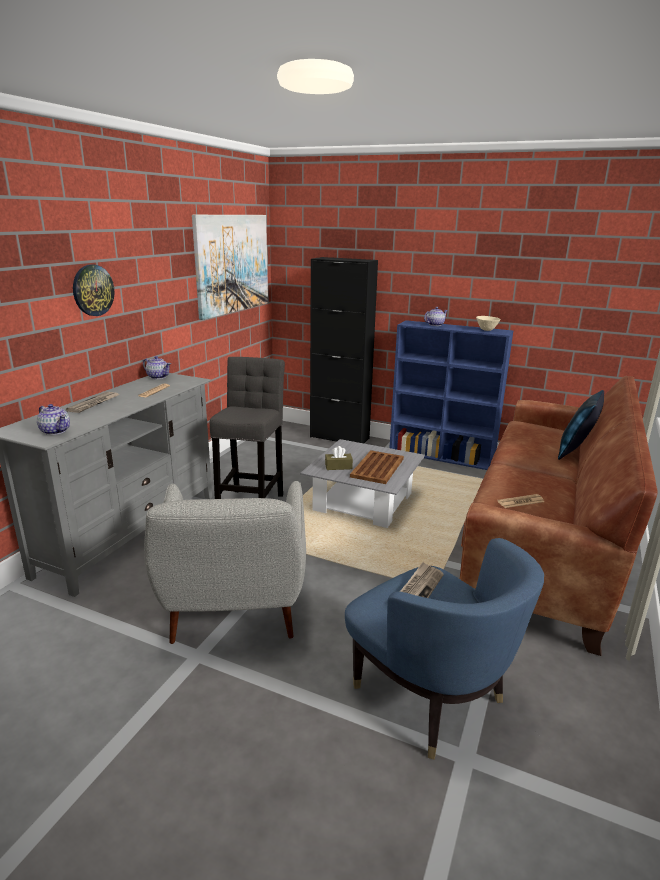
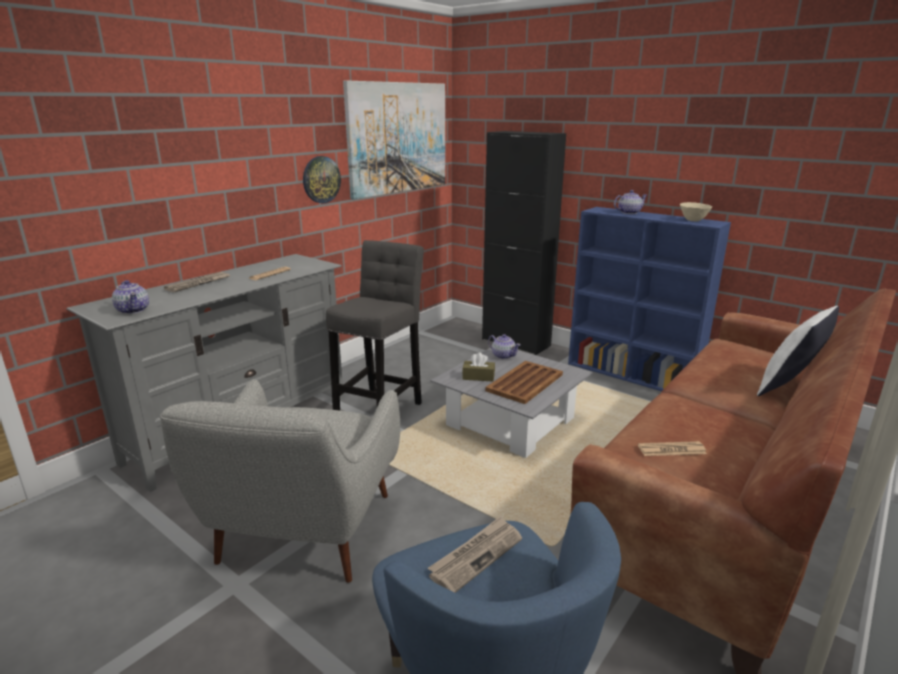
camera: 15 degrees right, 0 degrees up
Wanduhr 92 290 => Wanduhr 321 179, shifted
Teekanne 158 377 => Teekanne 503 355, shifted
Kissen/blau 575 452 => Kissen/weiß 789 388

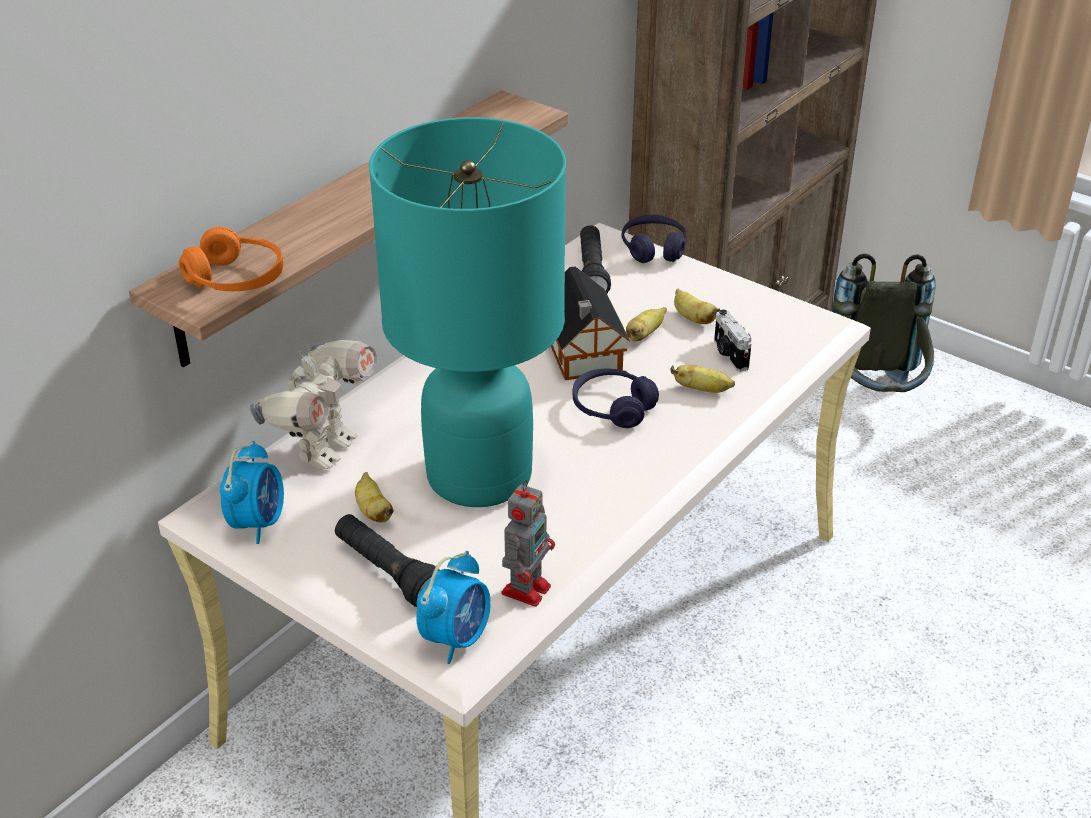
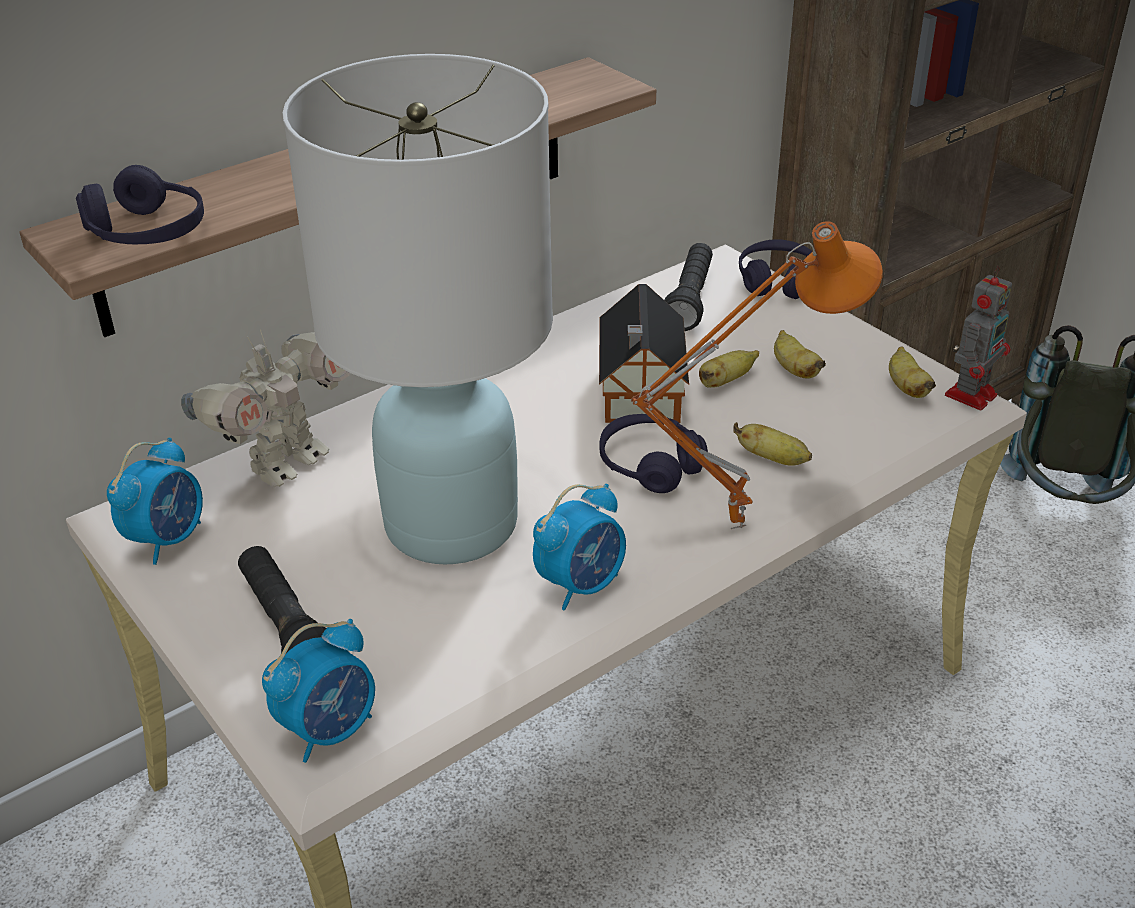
camera: 15 degrees right, 0 degrees up
Kamera 729 355 => nothing
nothing => Wecker 581 584
nothing => Tischlampe/orange 735 523
Banane 373 511 => Banane 906 387, shifted
Spielzeugroboter 527 588 => Spielzeugroboter 972 394, shifted
Kopfhörer/orange 236 279 => Kopfhörer/lila 147 232
Tischlampe/türkis 479 474 => Tischlampe/weiß 452 522

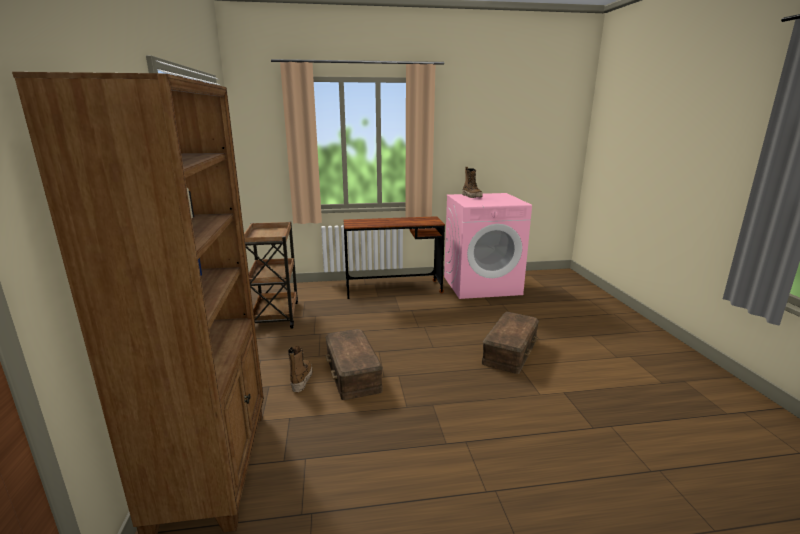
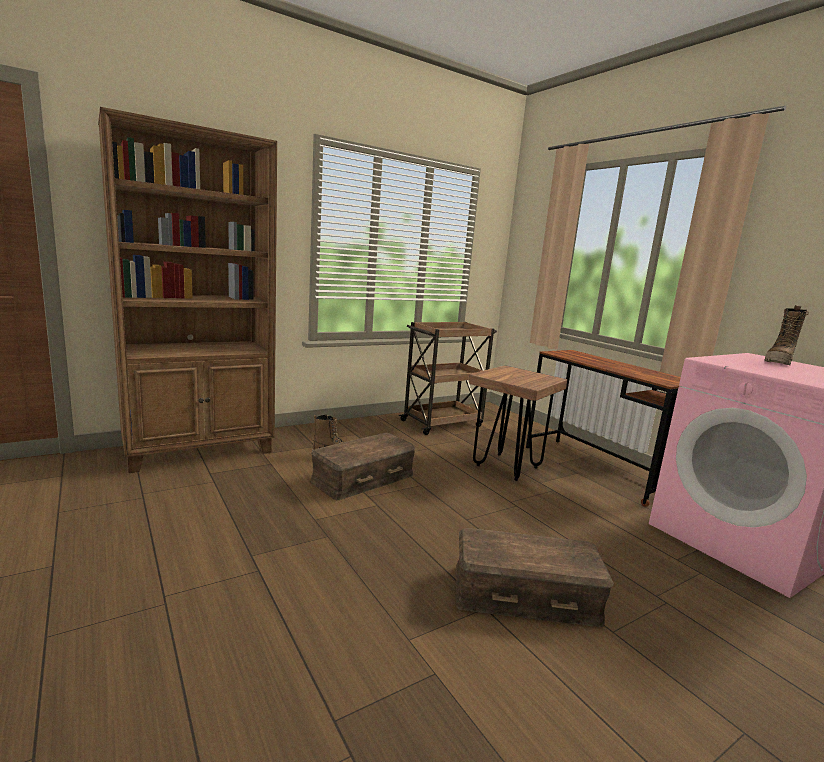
camera: 65 degrees right, 5 degrees down
nothing => Hocker/braun 506 466

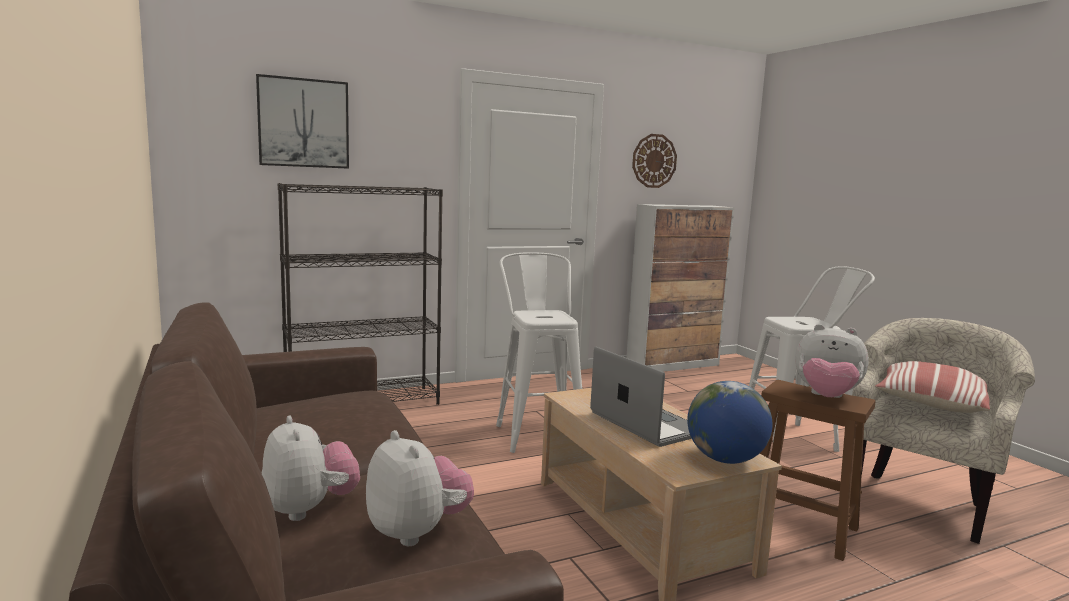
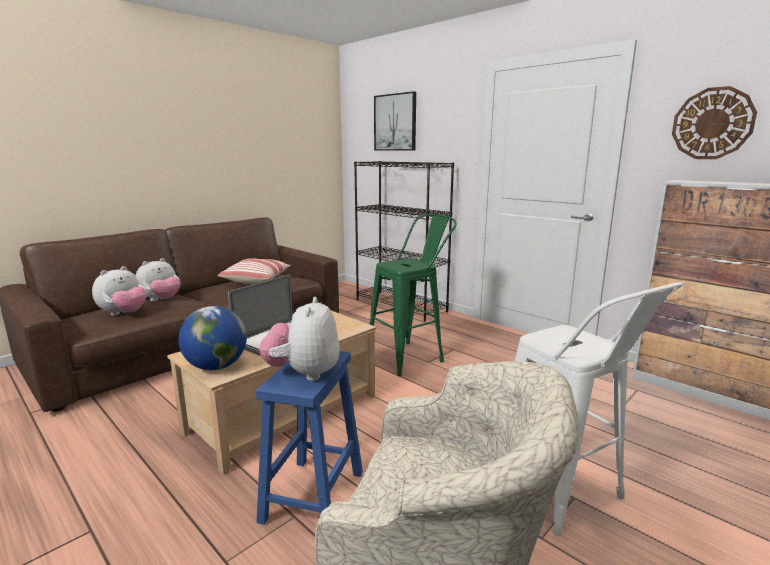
camera: 70 degrees right, 5 degrees up
Kissen 929 403 => Kissen 256 280, shifted
Hocker/weiß 537 432 => Hocker/grün 411 356
Hocker/braun 803 528 => Hocker/blau 313 497

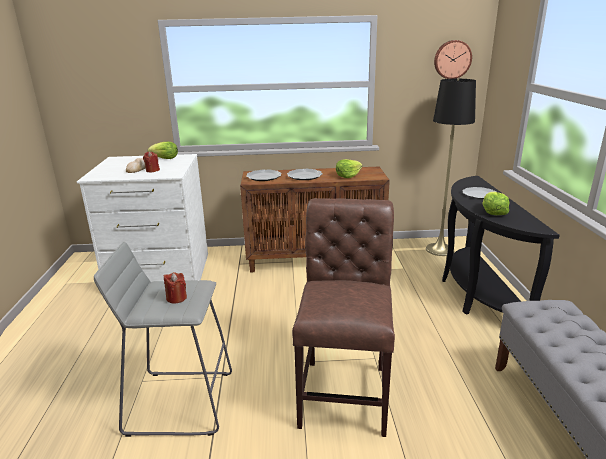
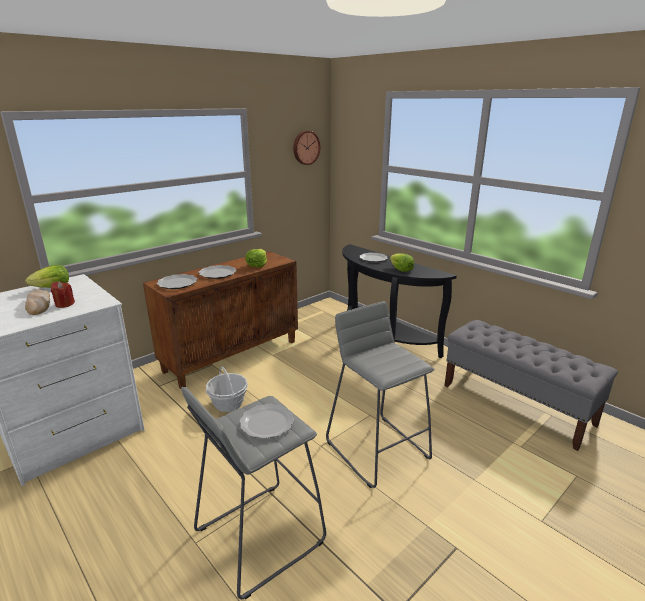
camera: 40 degrees left, 0 degrees up
Stehlampe/schwarz 440 249 => nothing
nothing => Korb 228 404
Kerze/rot 176 298 => Teller 267 423
Stuhl/braun 345 390 => Hocker/grau 377 449

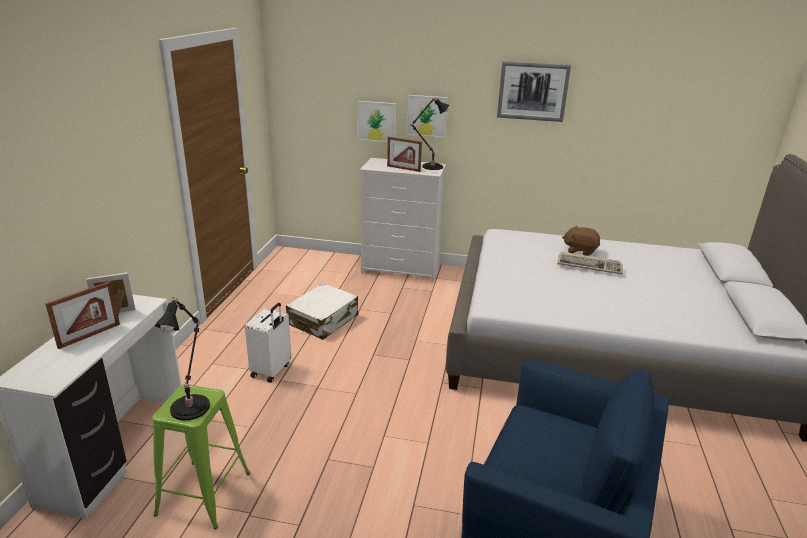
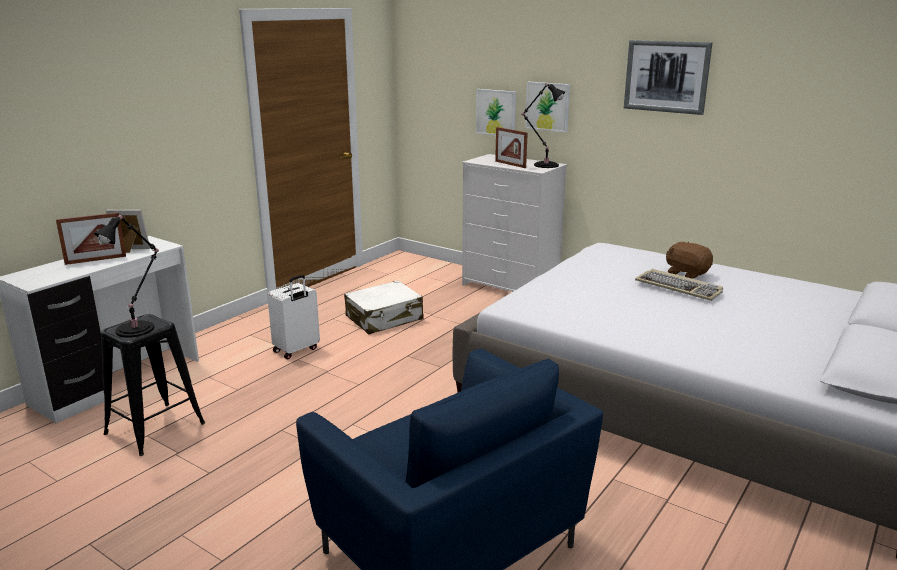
camera: 25 degrees right, 5 degrees down
Hocker/grün 204 493 => Hocker/schwarz 156 428

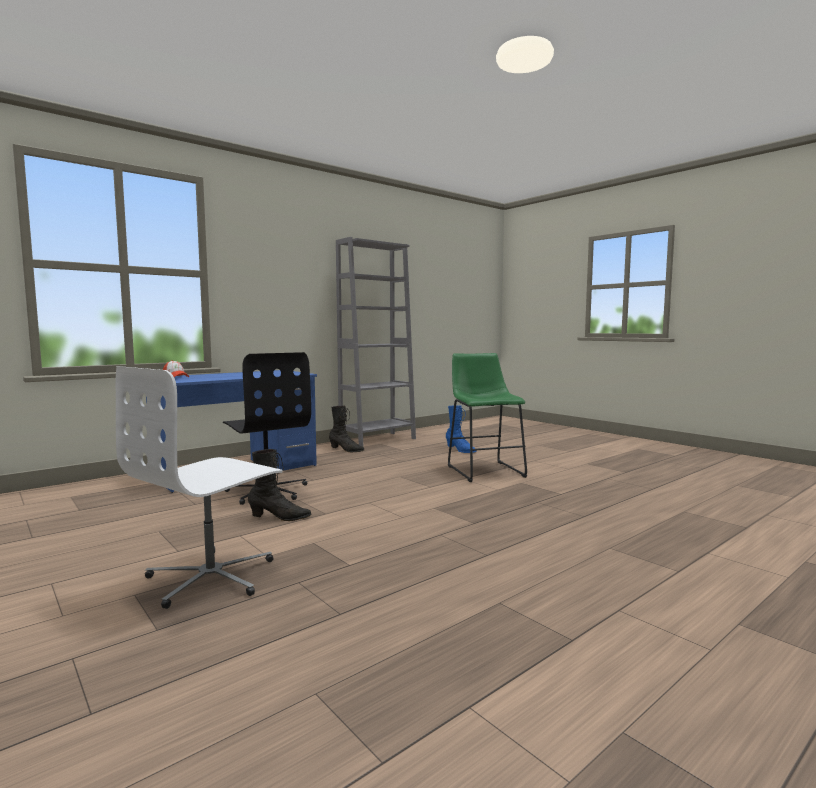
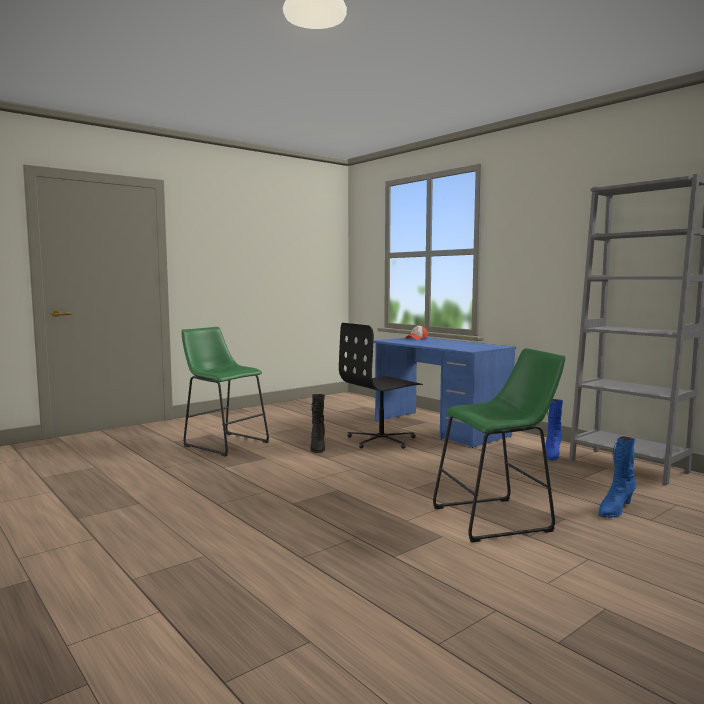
camera: 90 degrees right, 0 degrees up
Bürostuhl/weiß 212 577 => Hocker/grün 223 443
Stiefel/schwarz 346 450 => Stiefel/blau 552 455

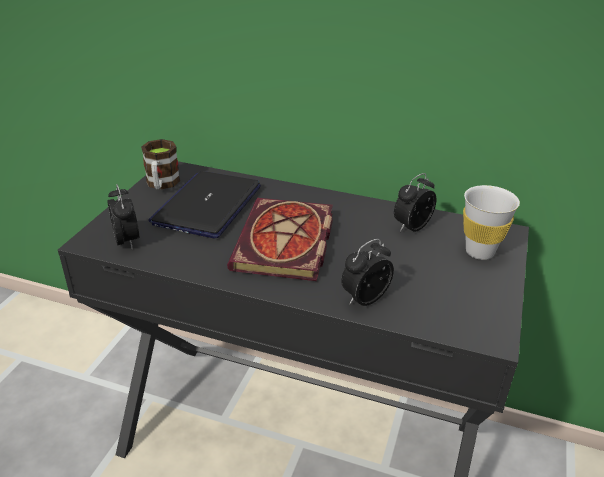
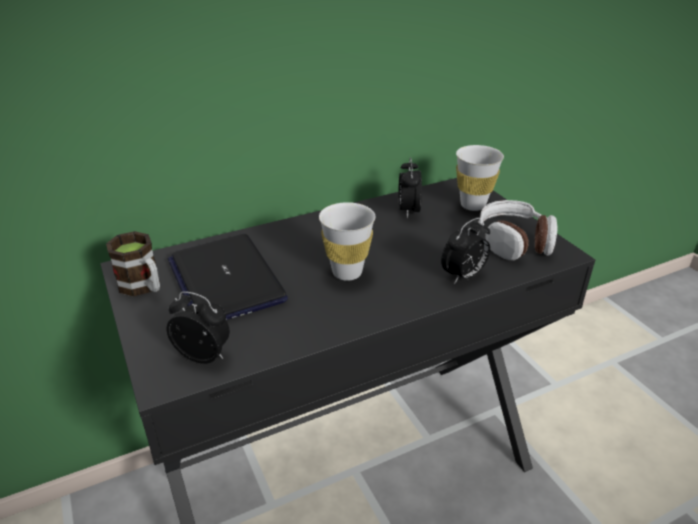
camera: 45 degrees left, 0 degrees up
nothing => Kopfhörer 514 241
Buch 286 244 => Tasse/weiß 347 272
Wecker 364 298 => Wecker 463 276, 135 degrees counterclockwise

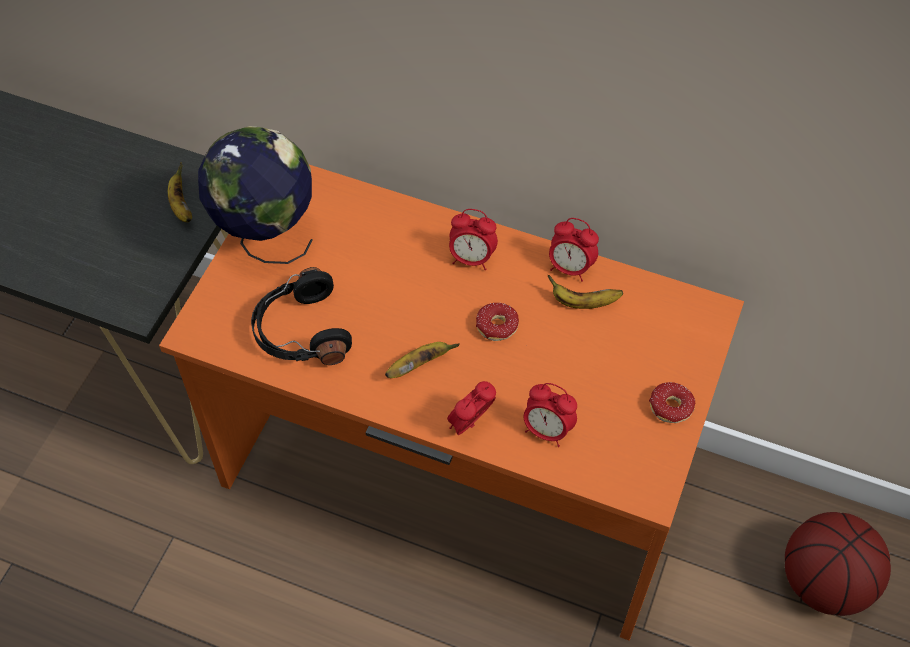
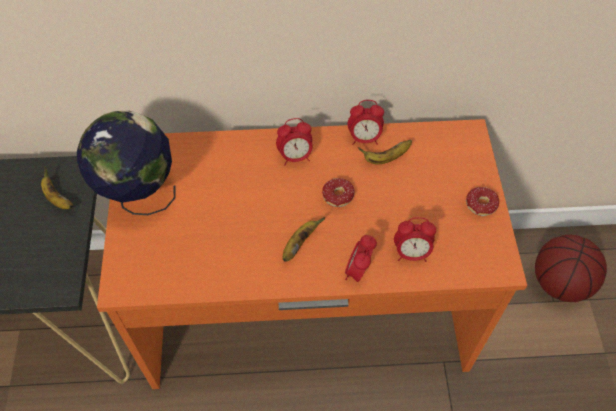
camera: 25 degrees left, 0 degrees up
Kopfhörer/schwarz 300 332 => nothing

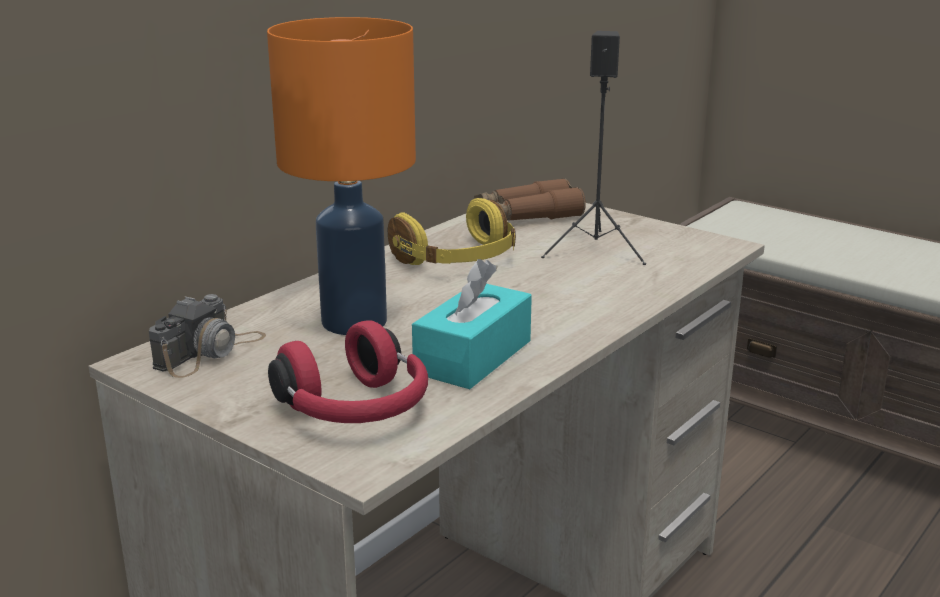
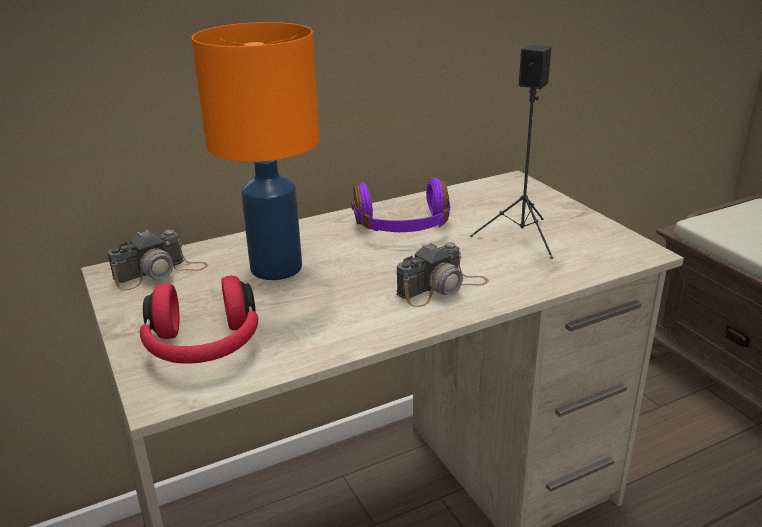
camera: 25 degrees right, 5 degrees up
Taschentuchbox/türkis 473 357 => nothing
Fernglas/braun 527 215 => nothing
nothing => Kamera 442 287
Kopfhörer/gelb 458 260 => Kopfhörer/lila 403 227

